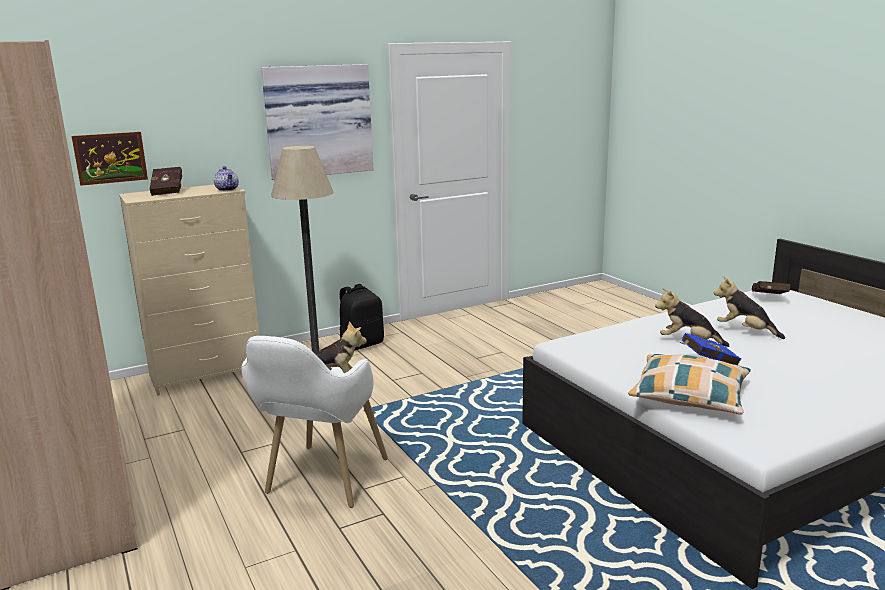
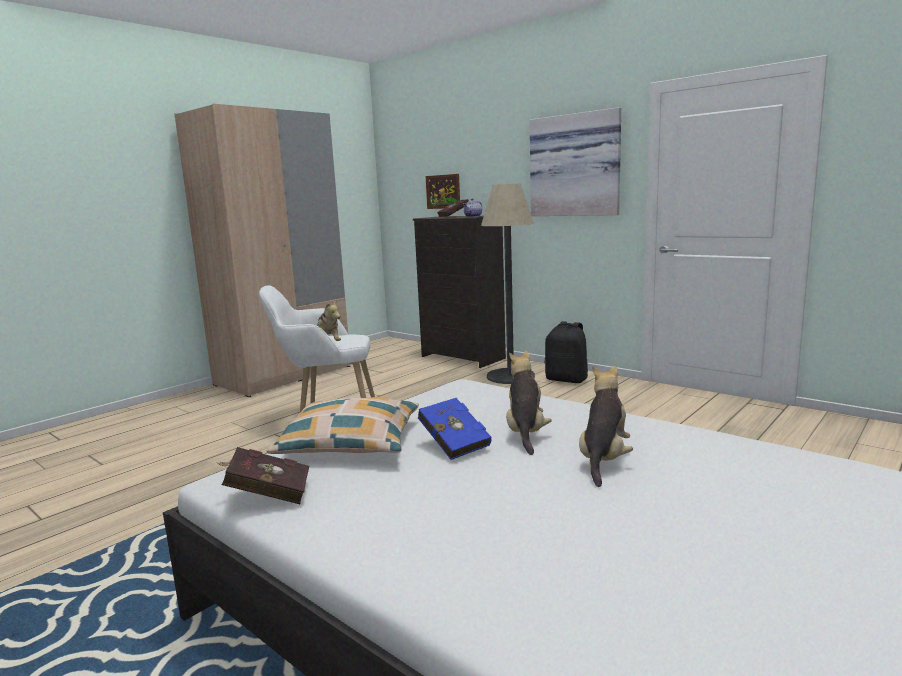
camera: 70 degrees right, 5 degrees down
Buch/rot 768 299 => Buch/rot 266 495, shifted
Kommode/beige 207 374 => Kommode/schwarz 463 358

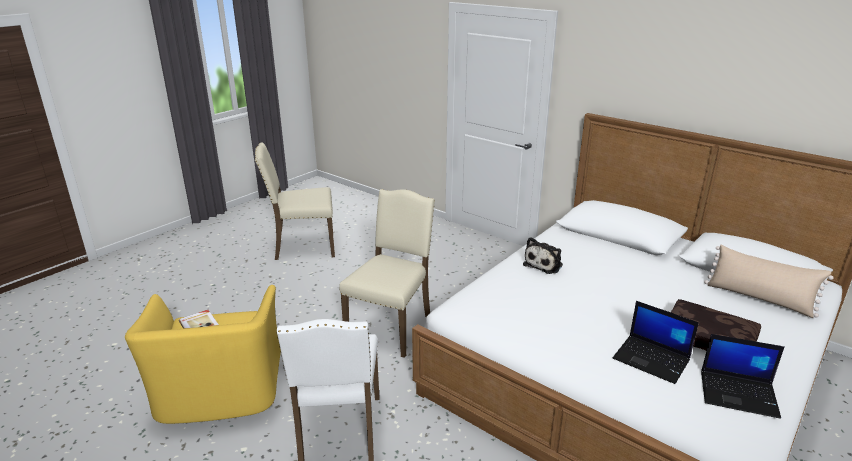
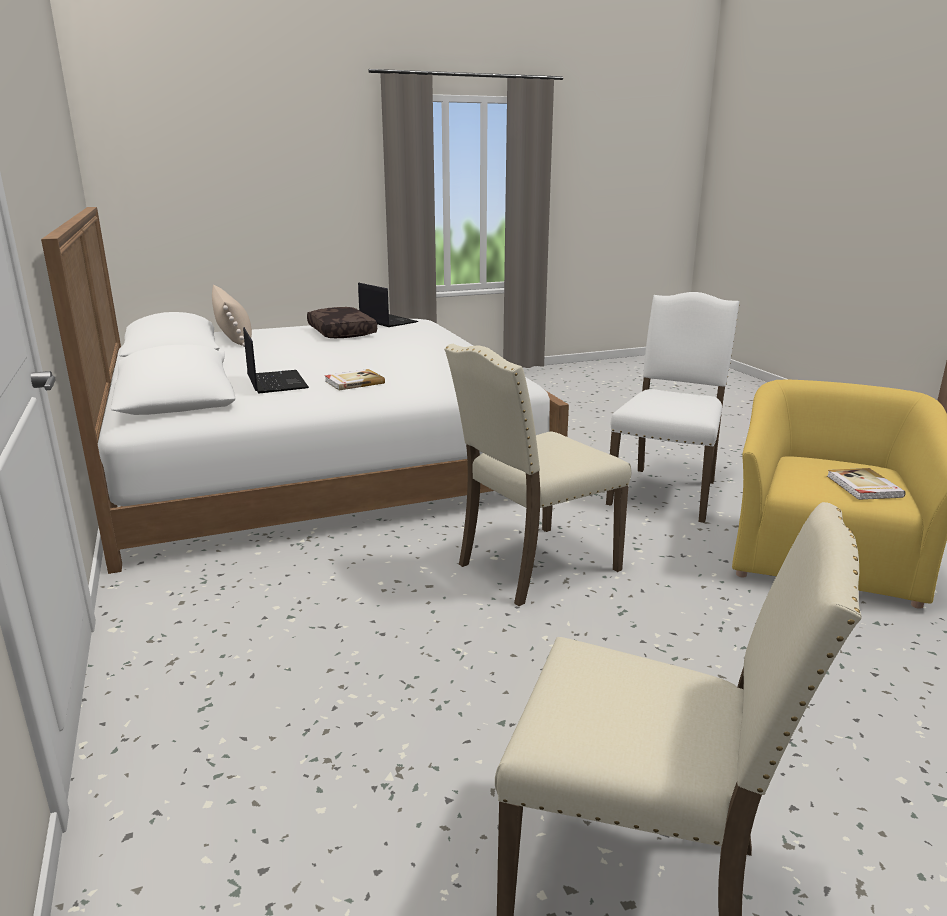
camera: 150 degrees left, 5 degrees down
Laptop 652 359 => Laptop 276 382, shifted
Plüschtier 544 264 => Buch 354 382

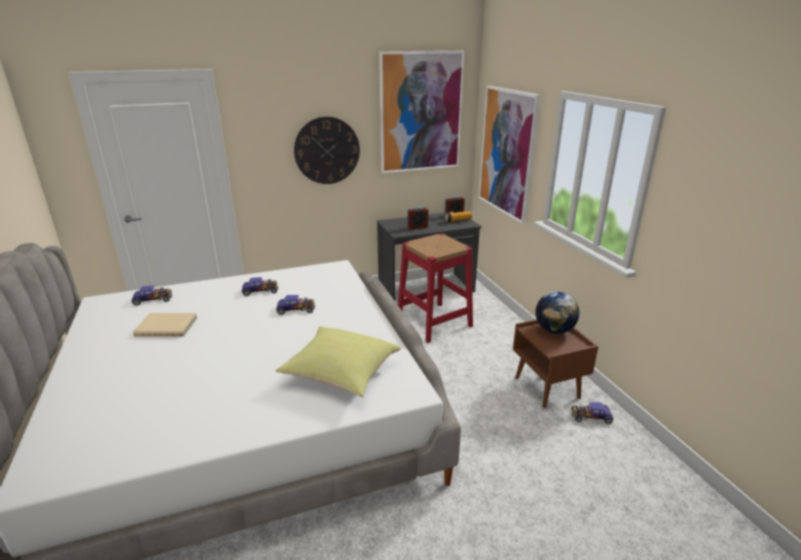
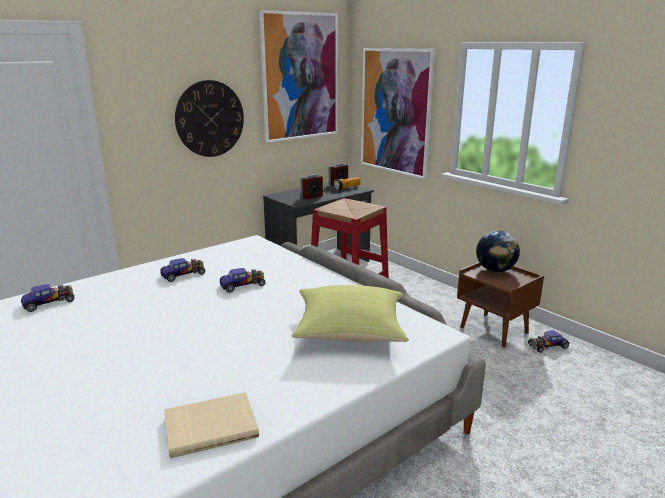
camera: 20 degrees left, 5 degrees down
Buch/beige 167 326 => Buch/beige 210 426, shifted

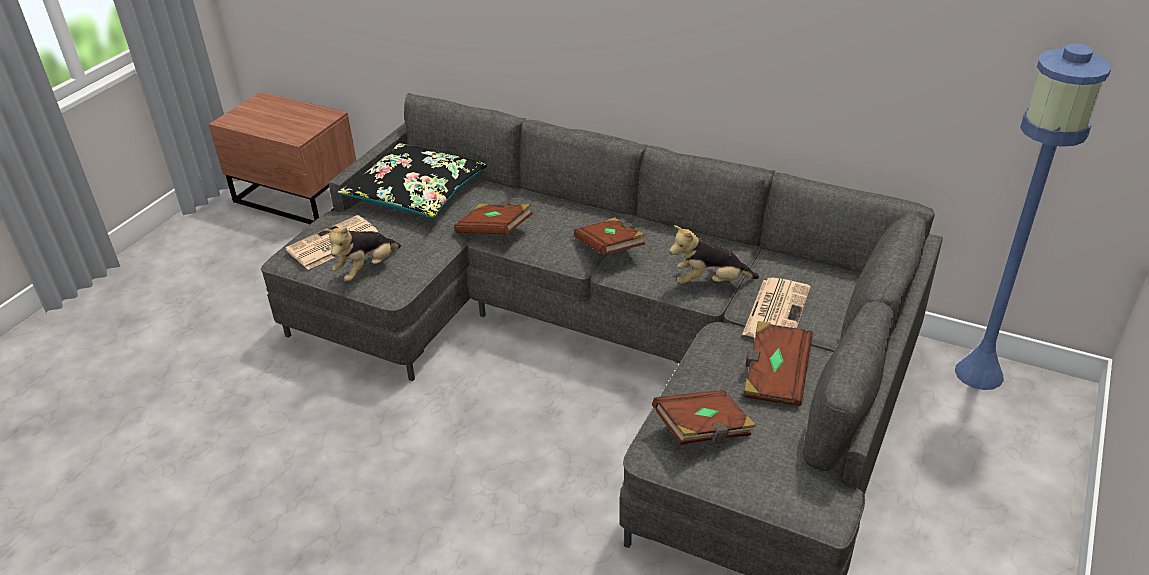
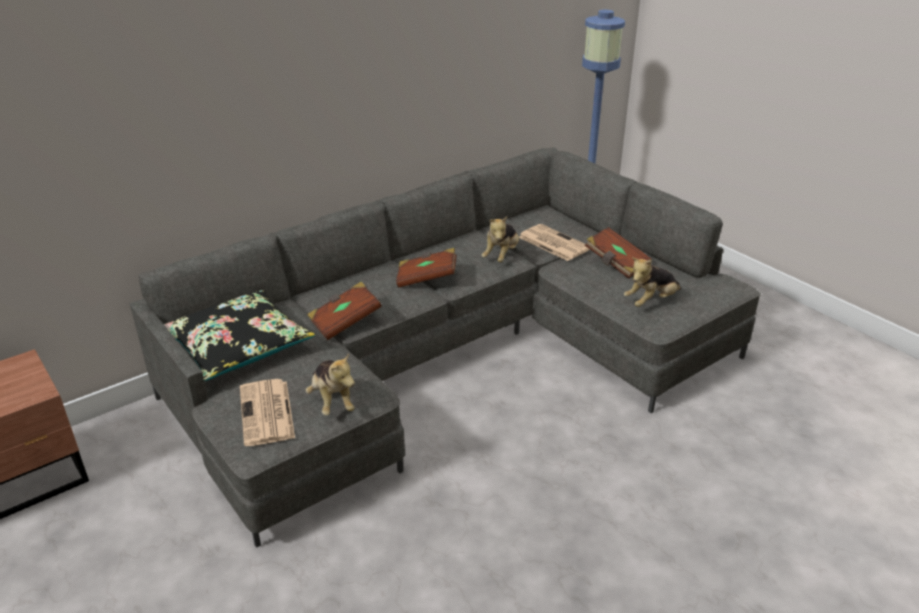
camera: 65 degrees left, 5 degrees down
Buch/braun 703 431 => Plüschtier 651 301

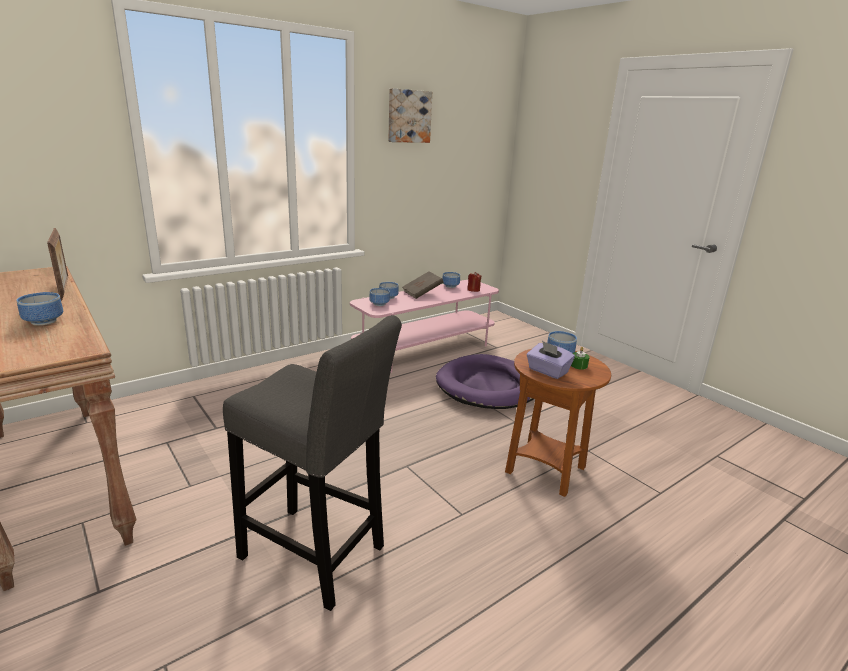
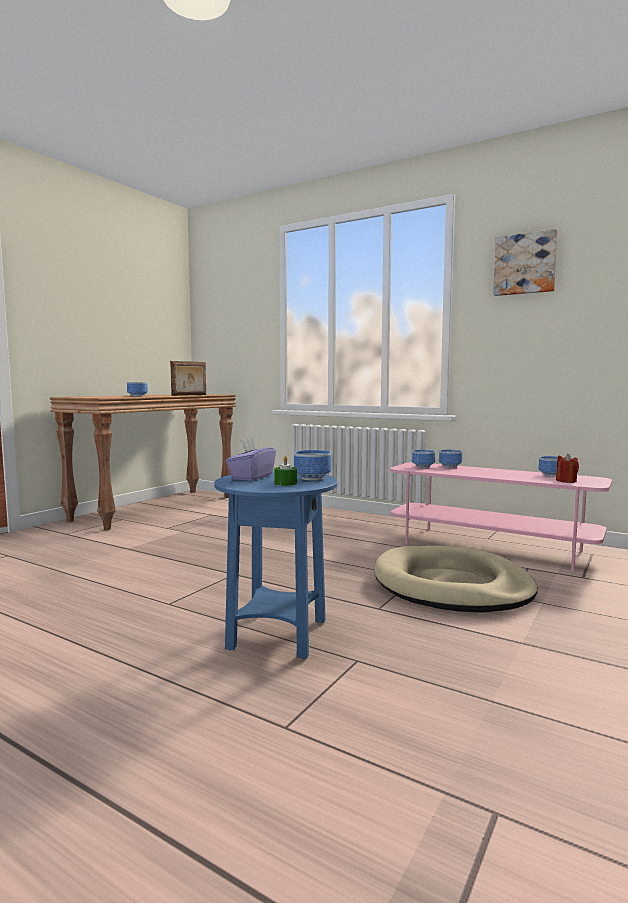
camera: 70 degrees right, 15 degrees down
Hocker/grau 317 557 => nothing
Buch/braun 422 293 => nothing
Hundebett/lila 489 386 => Hundebett/beige 451 586
Beistelltisch/braun 545 470 => Beistelltisch/blau 277 635

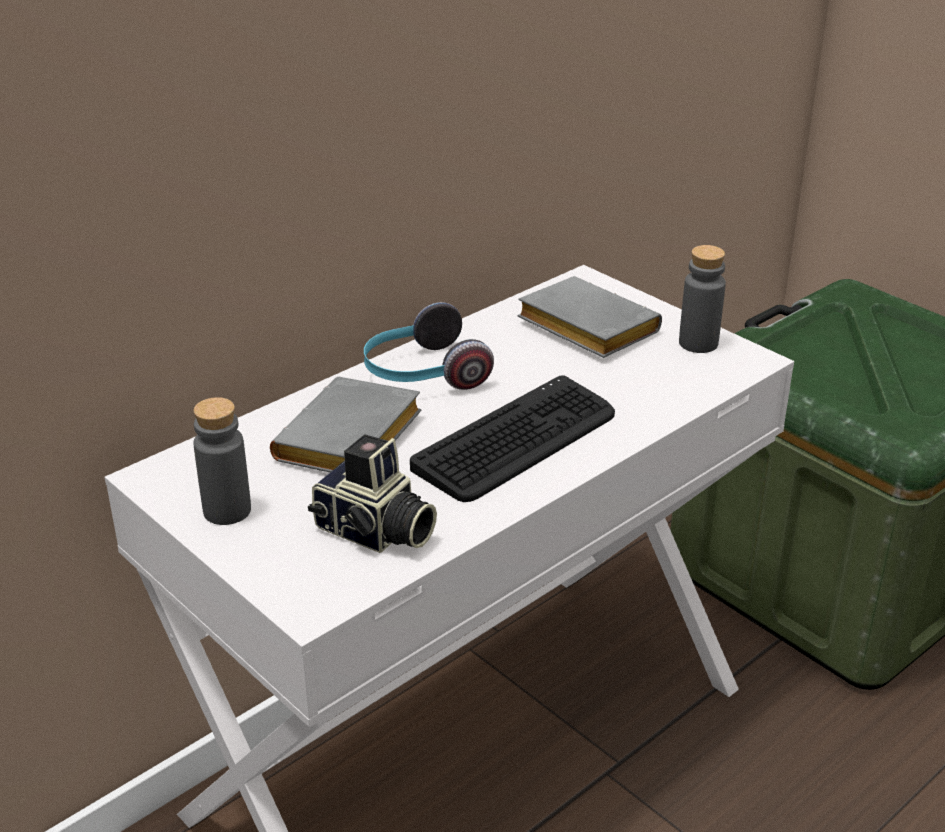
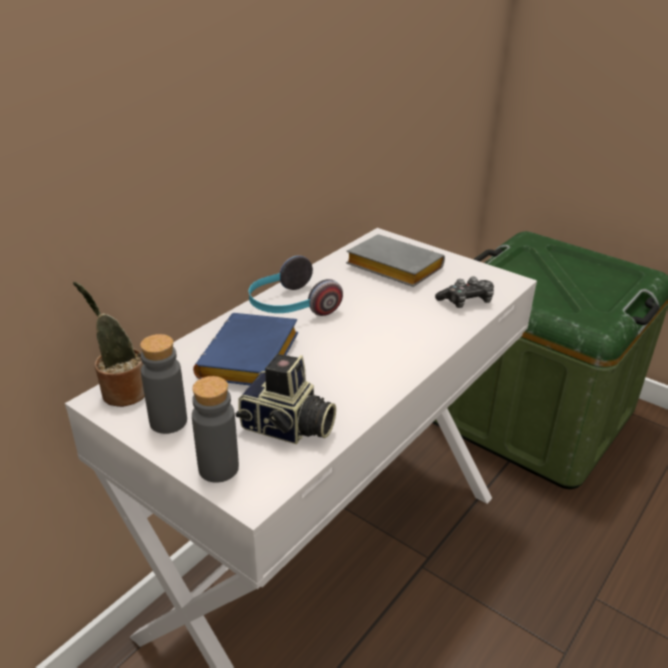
camera: 10 degrees left, 0 degrees up
Tastatur 517 441 => nothing
nothing => Topfpflanze 121 392
nothing => Gamepad 466 301
Flasche/grau 698 343 => Flasche/grau 218 468, shifted
Buch/grau 350 442 => Buch/blau 251 360

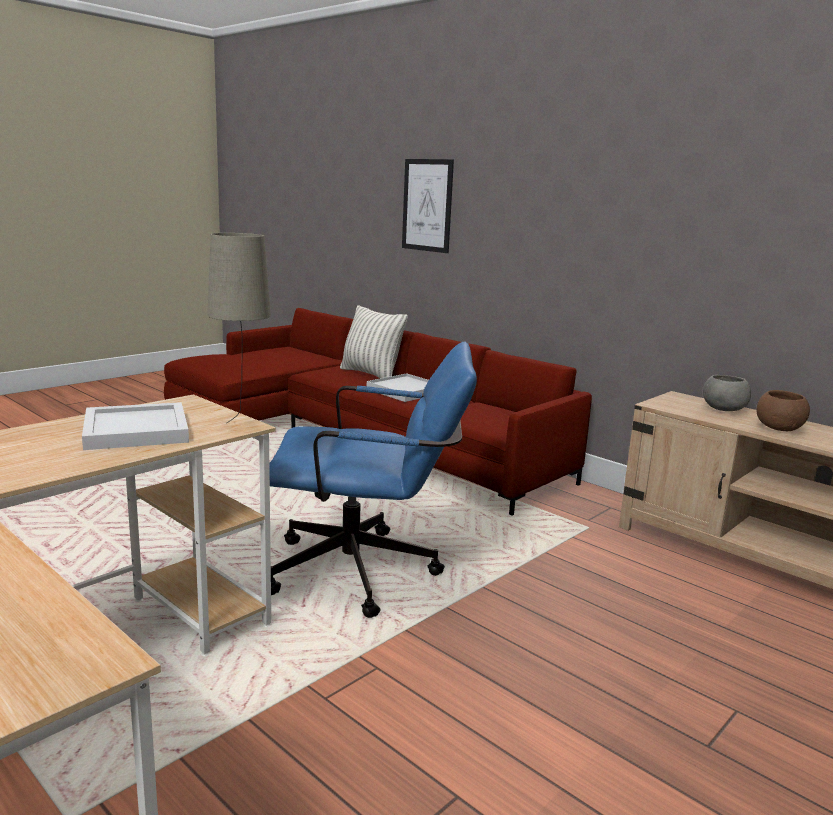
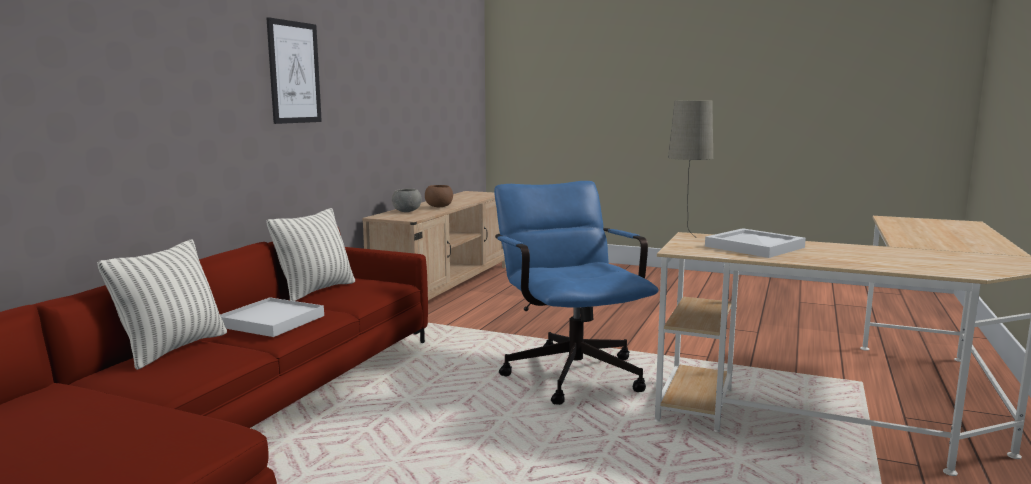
camera: 110 degrees left, 5 degrees down
nothing => Kissen 316 290
Bild 427 205 => Bild 294 72, shifted

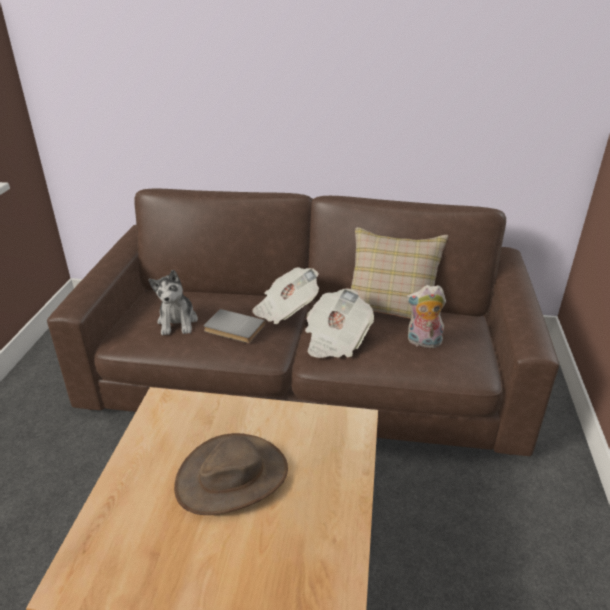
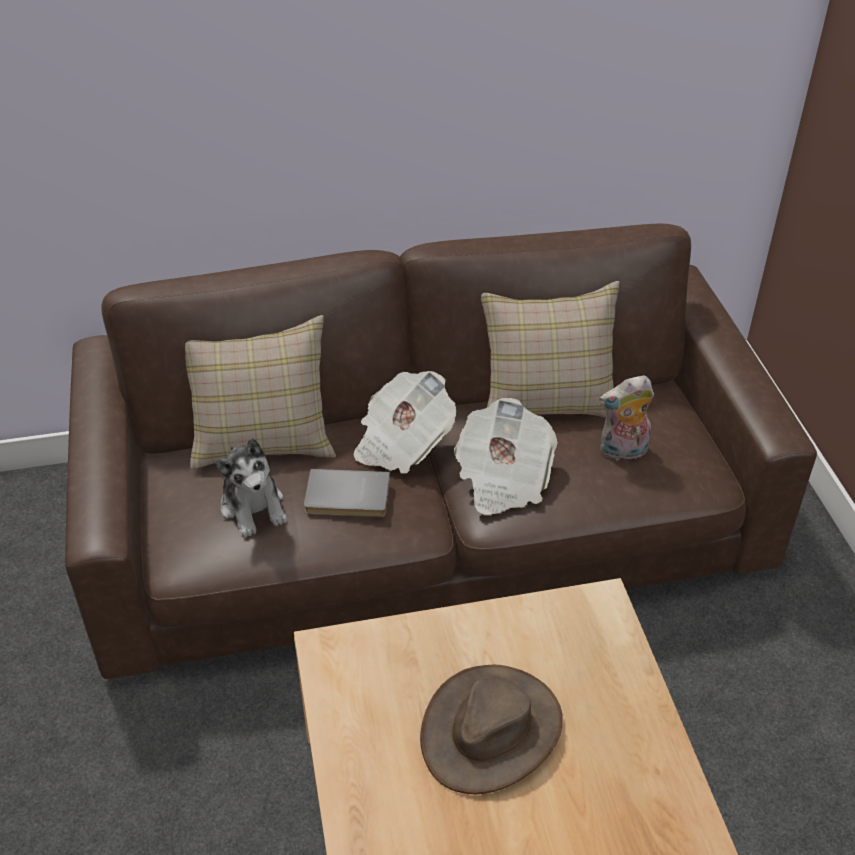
camera: 20 degrees left, 10 degrees up
nothing => Kissen/beige 262 438

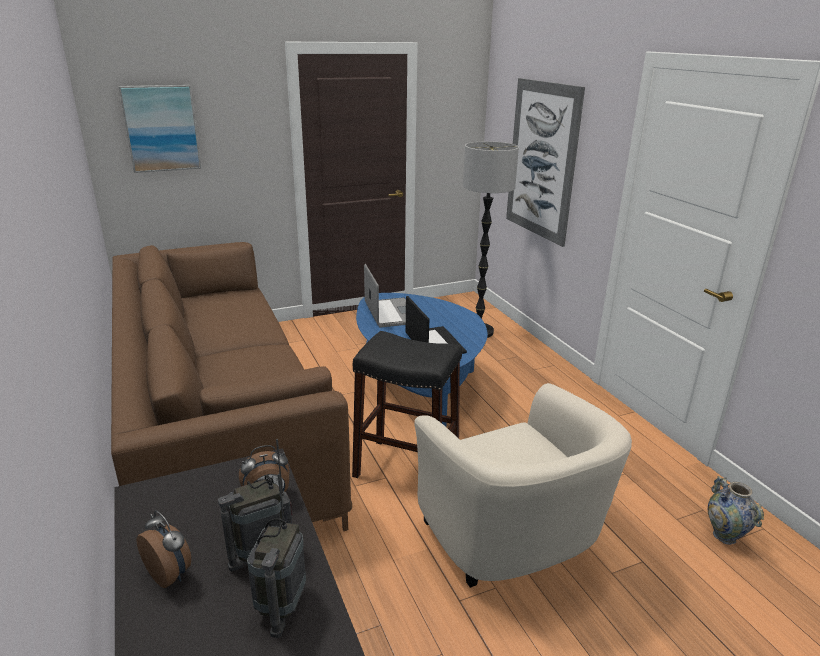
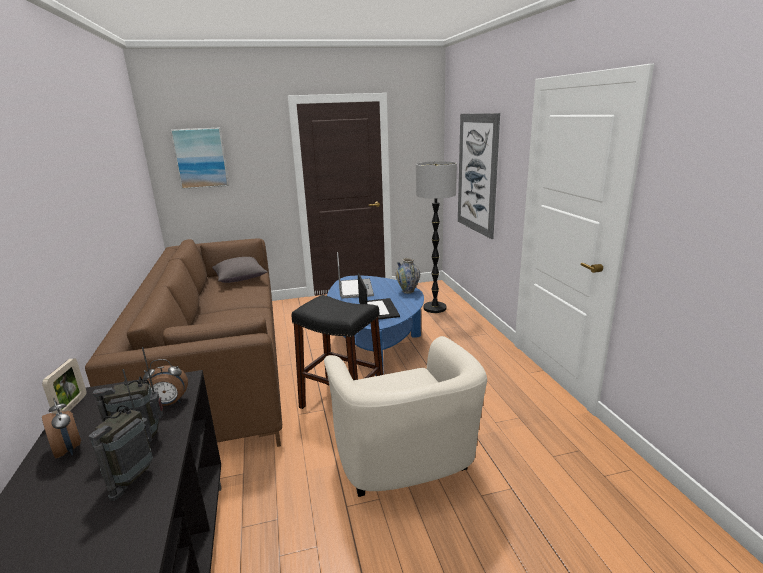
camera: 10 degrees right, 5 degrees down
nothing => Bilderrahmen 71 406
nothing => Kissen/grau 240 279
Vase 724 536 => Vase 408 291, shifted

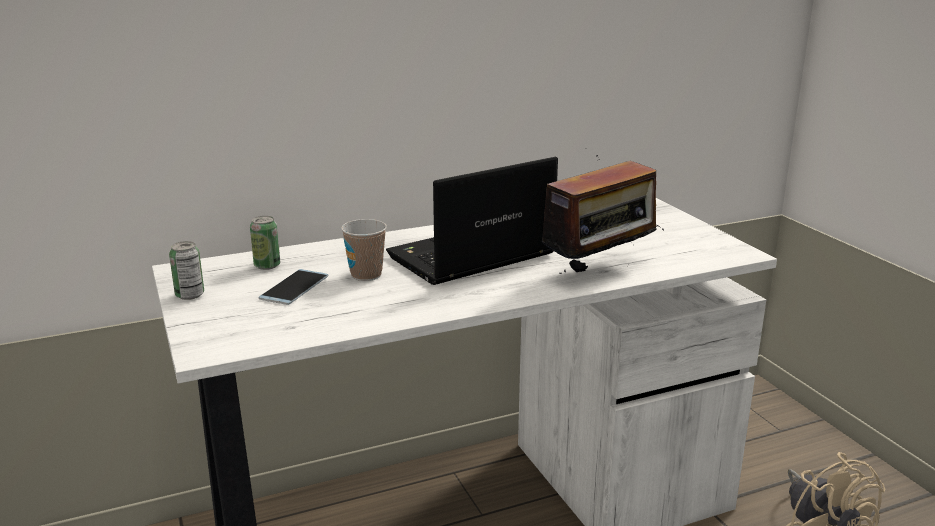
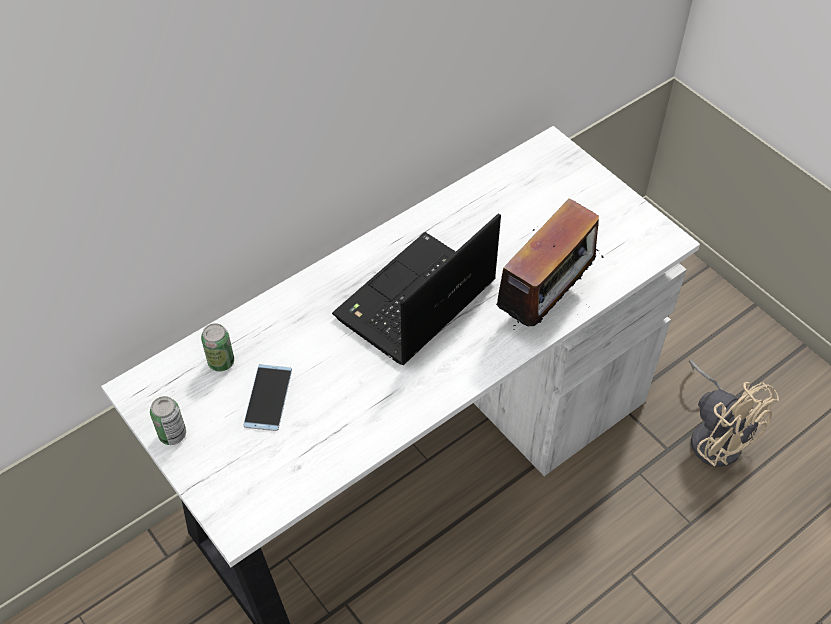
camera: 15 degrees left, 30 degrees up
Tasse 366 275 => nothing

